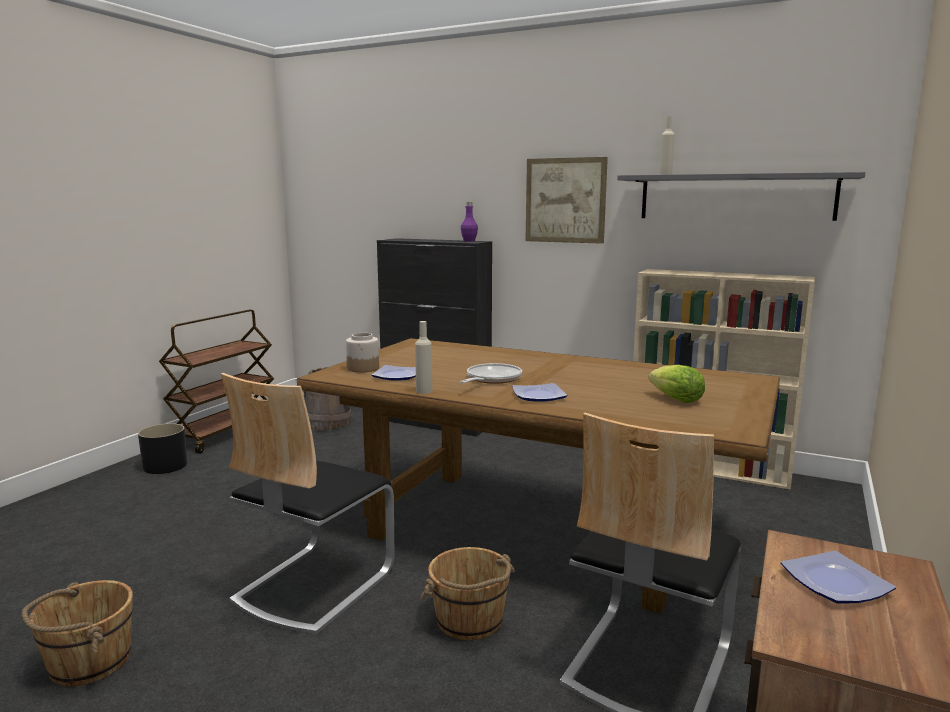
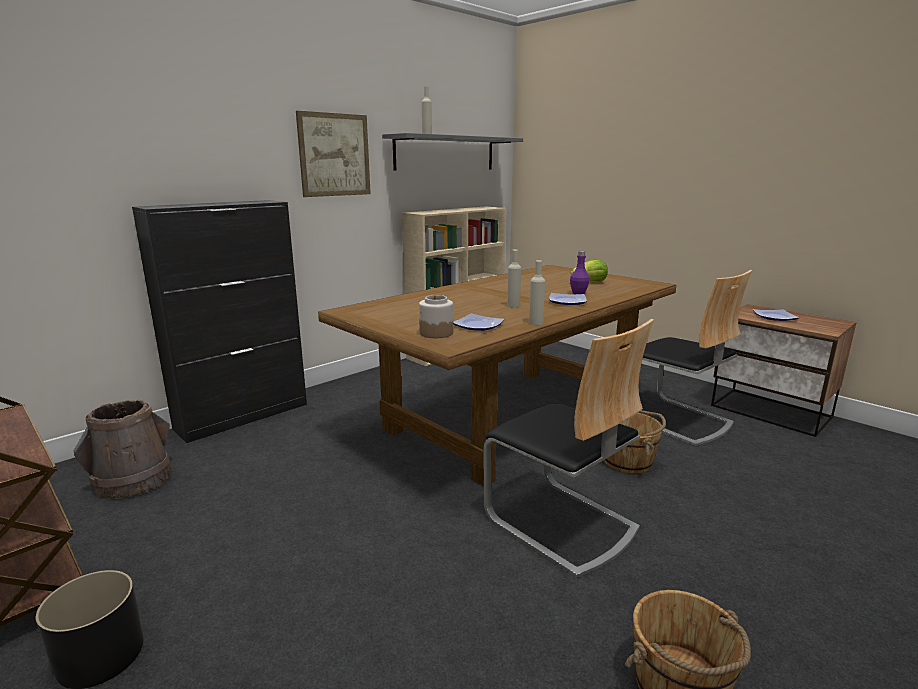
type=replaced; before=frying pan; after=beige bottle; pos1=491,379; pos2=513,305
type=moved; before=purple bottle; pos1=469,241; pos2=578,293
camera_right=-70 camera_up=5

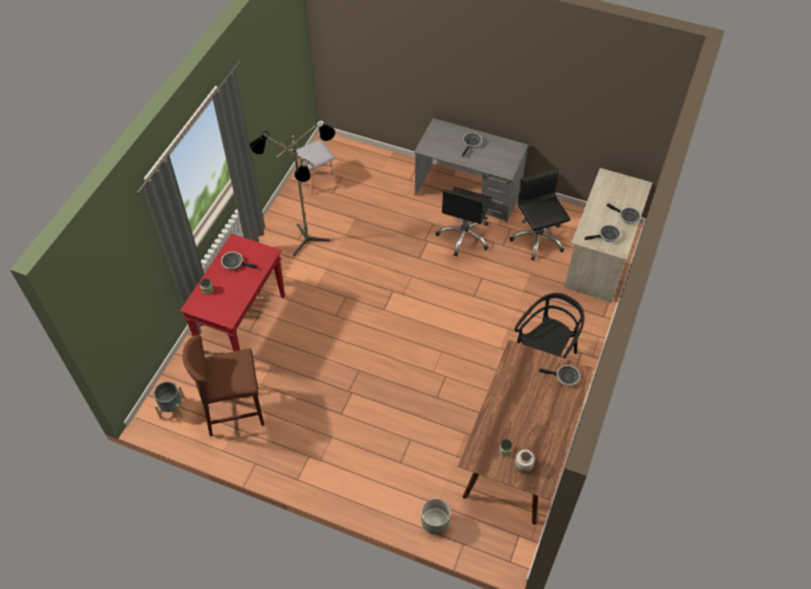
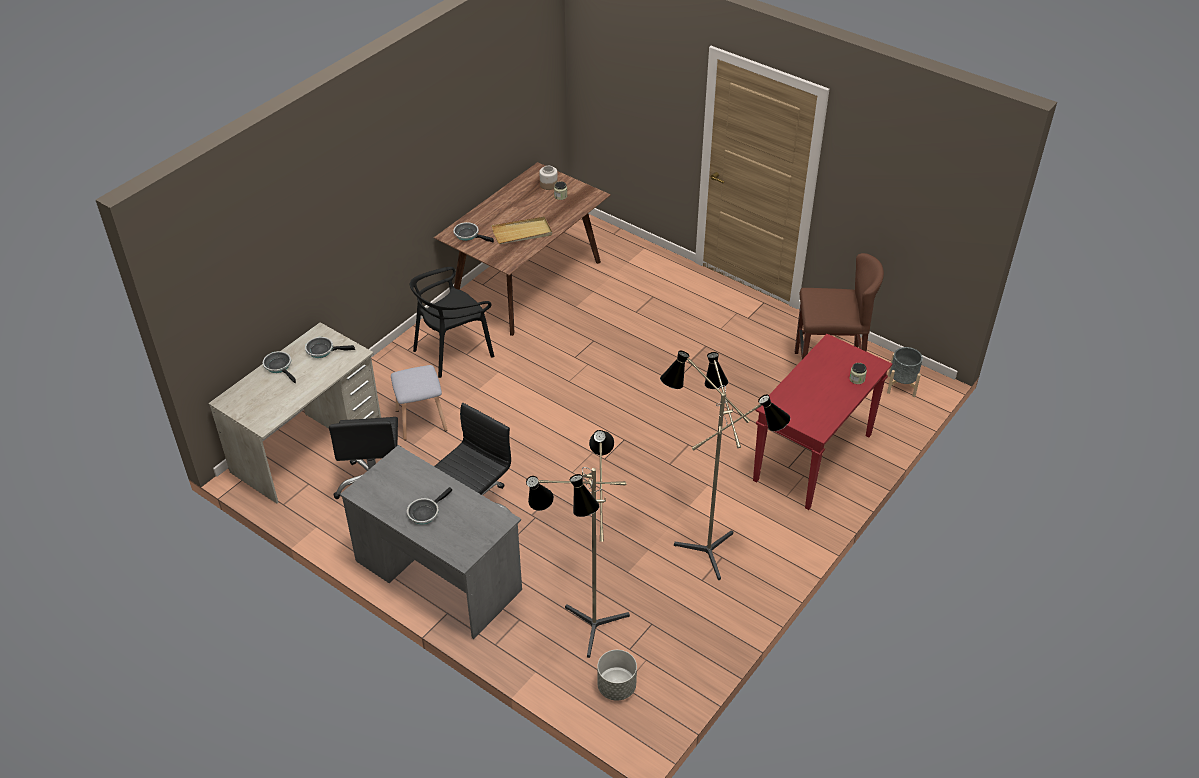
type=removed; before=frying pan; pos1=234,263
type=moved; before=grey stool; pos1=317,178; pos2=420,421
type=moved; before=grey planter; pos1=435,522; pos2=617,687
type=added; after=beige tray; pos2=522,233
type=added; after=floor lamp; pos2=586,626
camera_right=-165 camera_up=-10

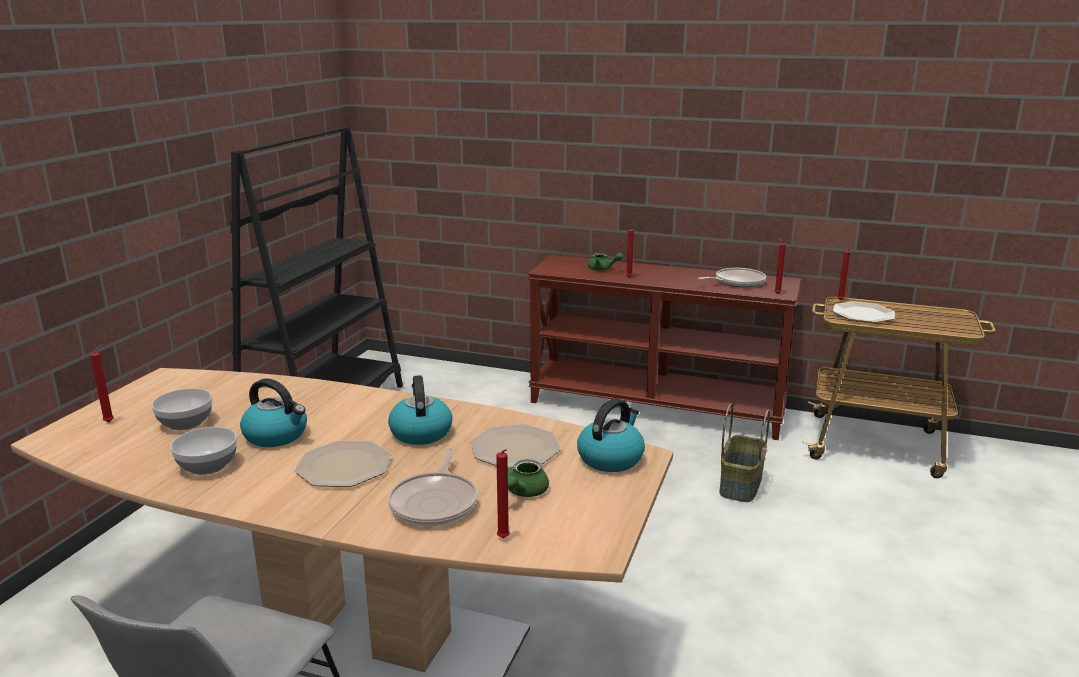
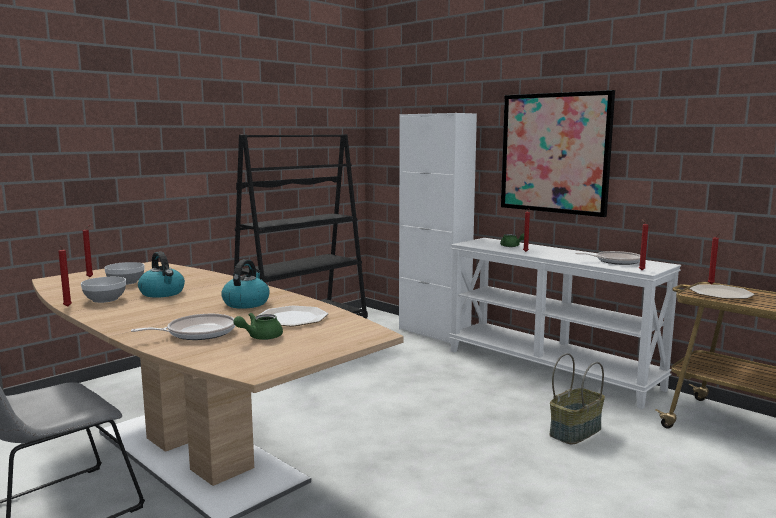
type=removed; before=plate; pos1=344,465
type=turned; before=frying pan; pos1=435,503; pos2=197,333; turn=-150
type=moved; before=red candle; pos1=504,539; pos2=67,307
type=recoloured; before=brown console table; after=white console table; pos1=657,406; pos2=551,369
type=removed; before=kettle; pos1=610,458
type=added; after=white cabinet; pos2=434,333
type=added; after=picture; pos2=554,153
camera_right=25 camera_up=-10

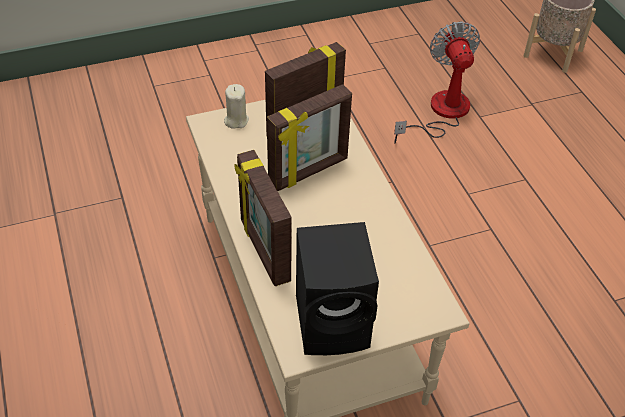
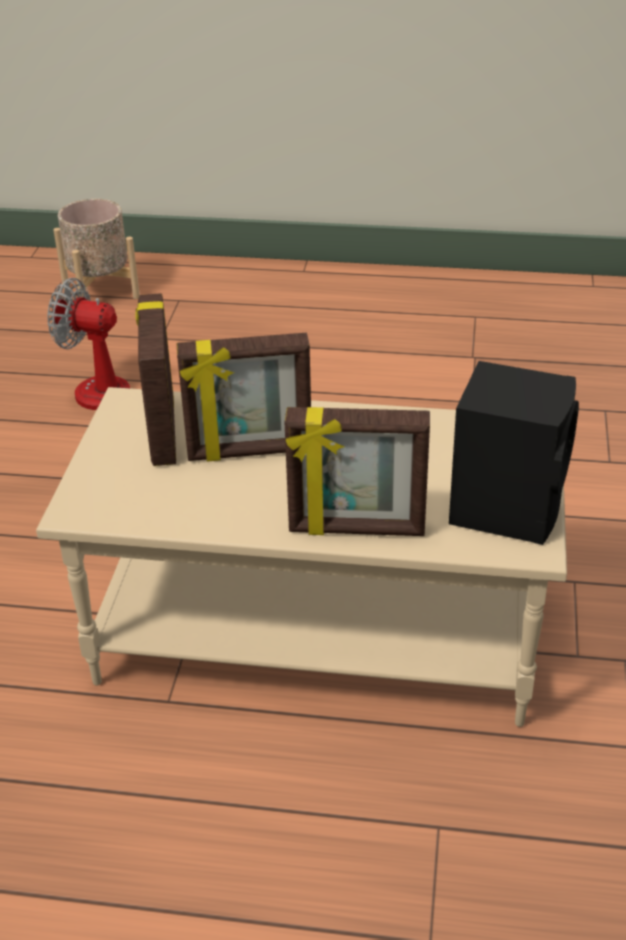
type=removed; before=beige candle; pos1=236,120
type=turned; before=picture frame; pos1=309,172; pos2=249,452; turn=90
camera_right=-60 camera_up=-10

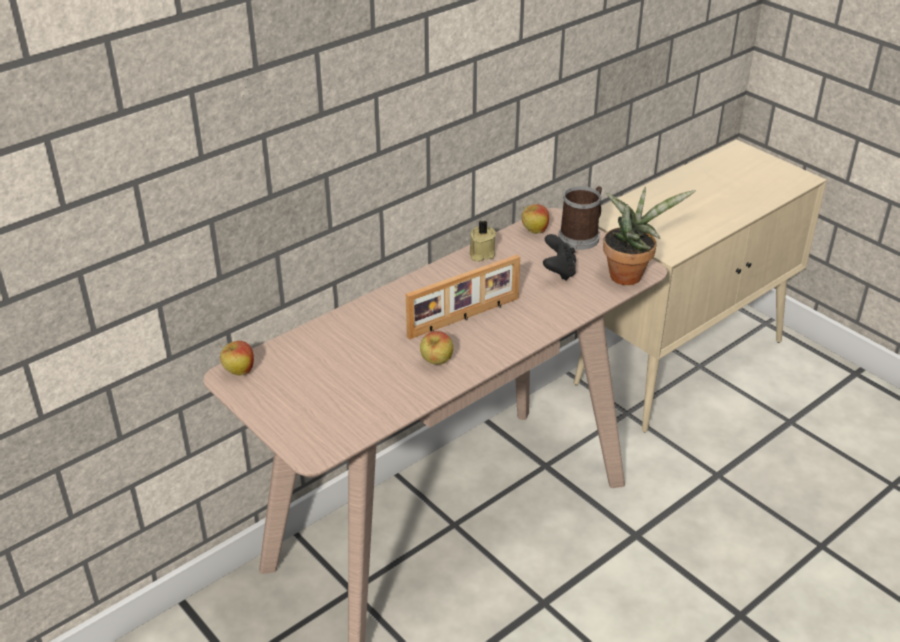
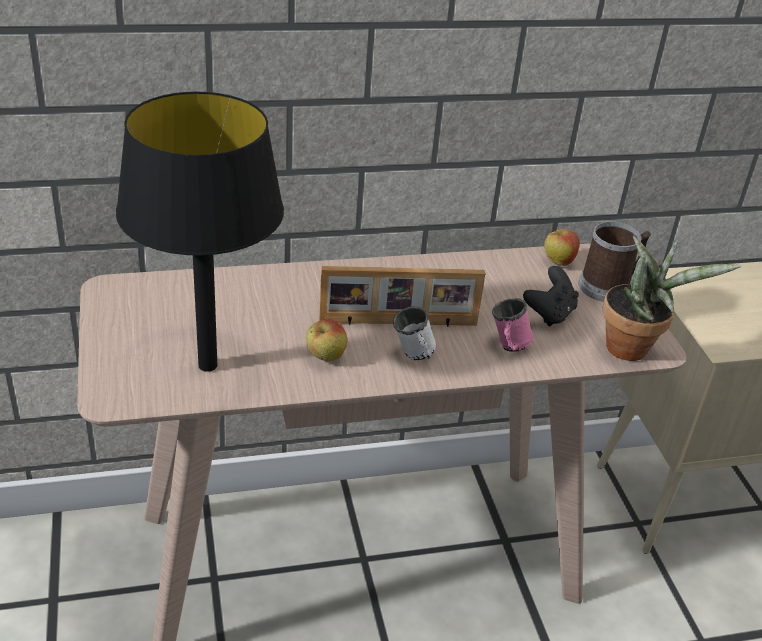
type=removed; before=apple; pos1=239,372
type=removed; before=beige candle; pos1=481,254
type=added; after=black table lamp; pos2=207,365
type=added; after=white mug; pos2=414,357
type=added; after=pink mug; pos2=508,348
camera_right=25 camera_up=0

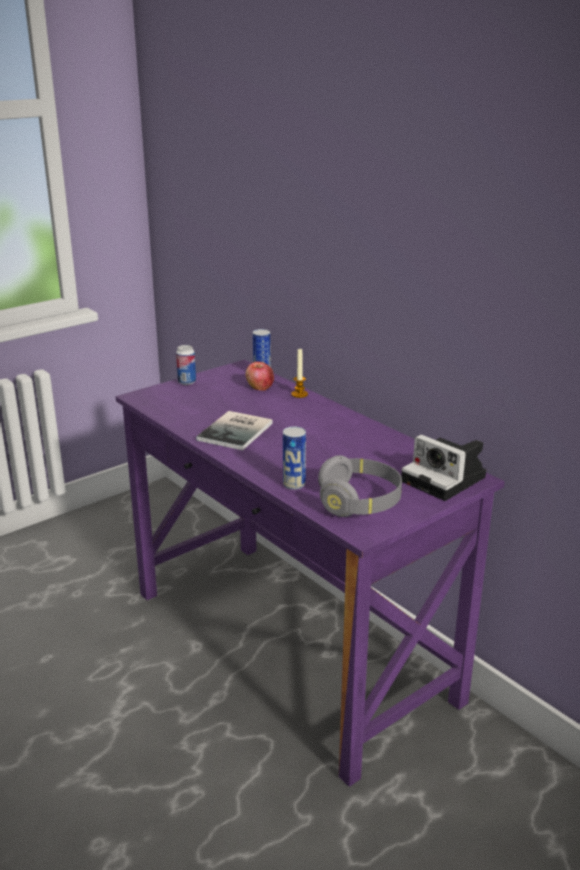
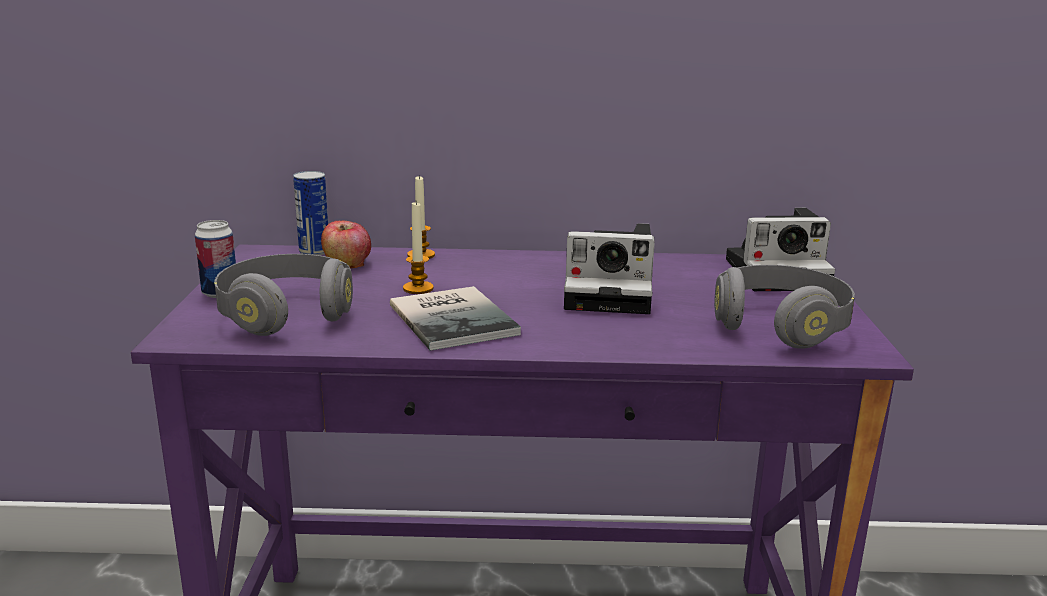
type=removed; before=can; pos1=294,484
type=added; after=grey headphones; pos2=286,314
type=added; after=candle; pos2=418,288
type=added; after=photo camera; pos2=612,292
camera_right=-50 camera_up=-5

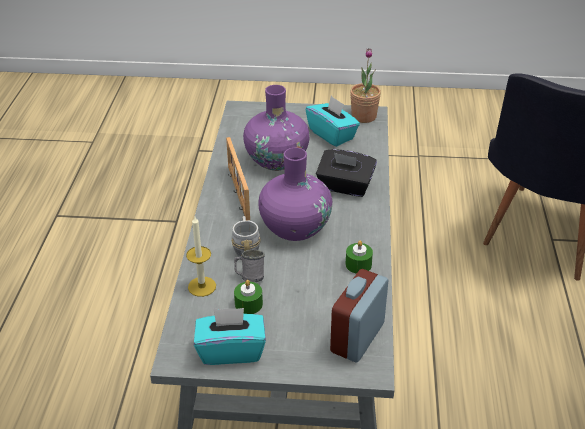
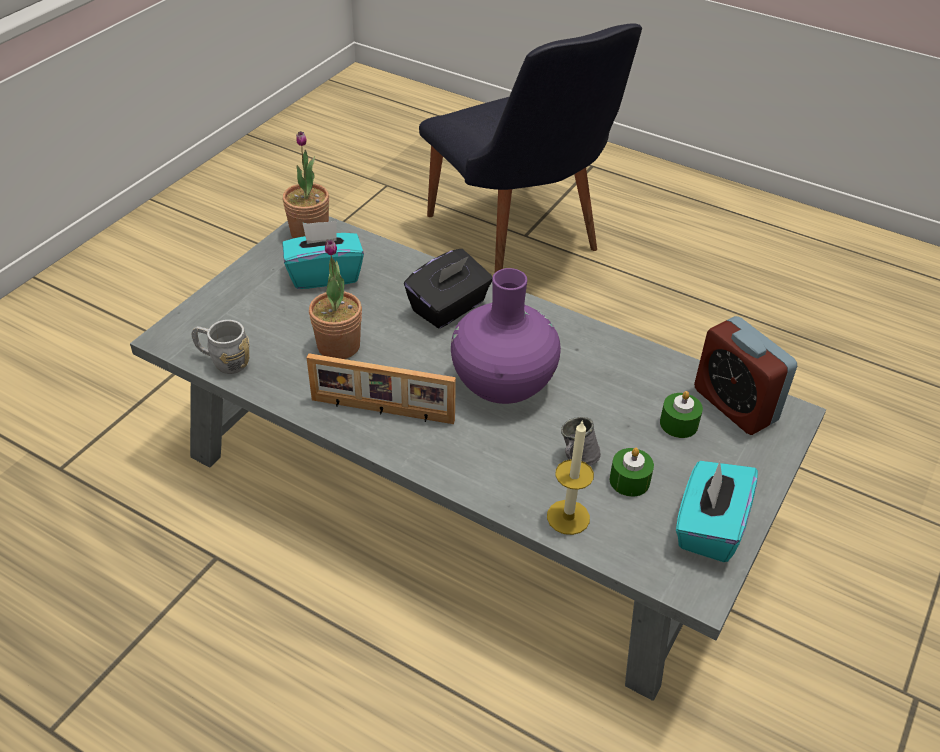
type=moved; before=grey mug; pos1=246,247; pos2=223,361
type=replaced; before=purple vase; after=potted plant; pos1=277,160; pos2=338,346
type=moved; before=green candle; pos1=358,264; pos2=678,424
camera_right=-65 camera_up=5

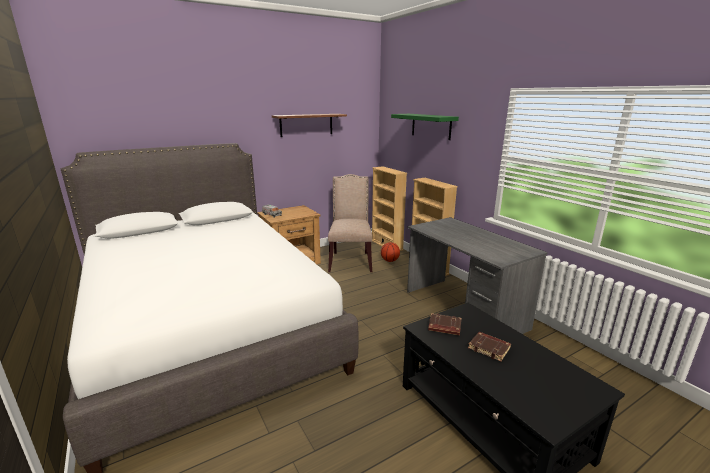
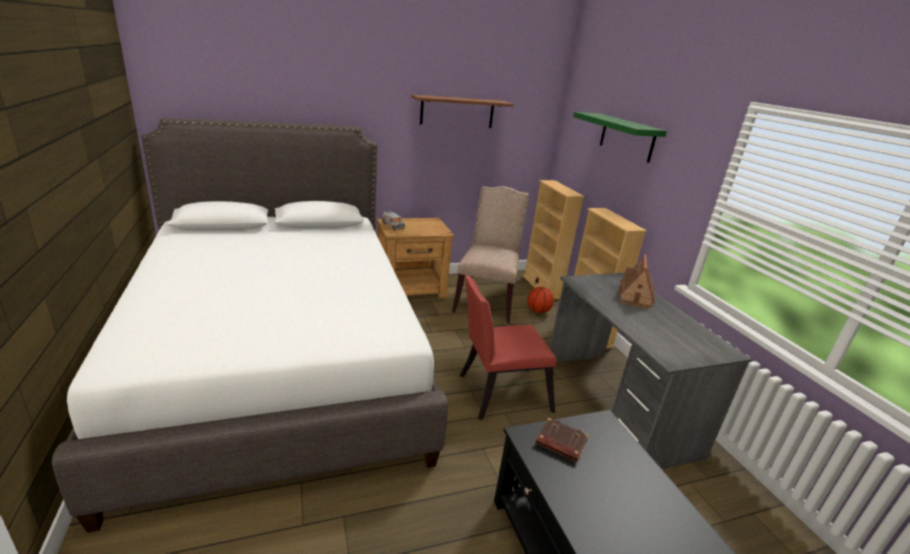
type=removed; before=brown book; pos1=489,348
type=added; after=red chair; pos2=498,392
type=added; after=toy house; pos2=635,296
camera_right=10 camera_up=5

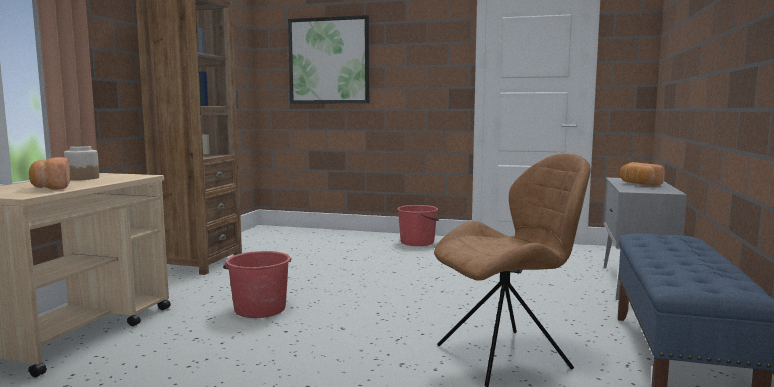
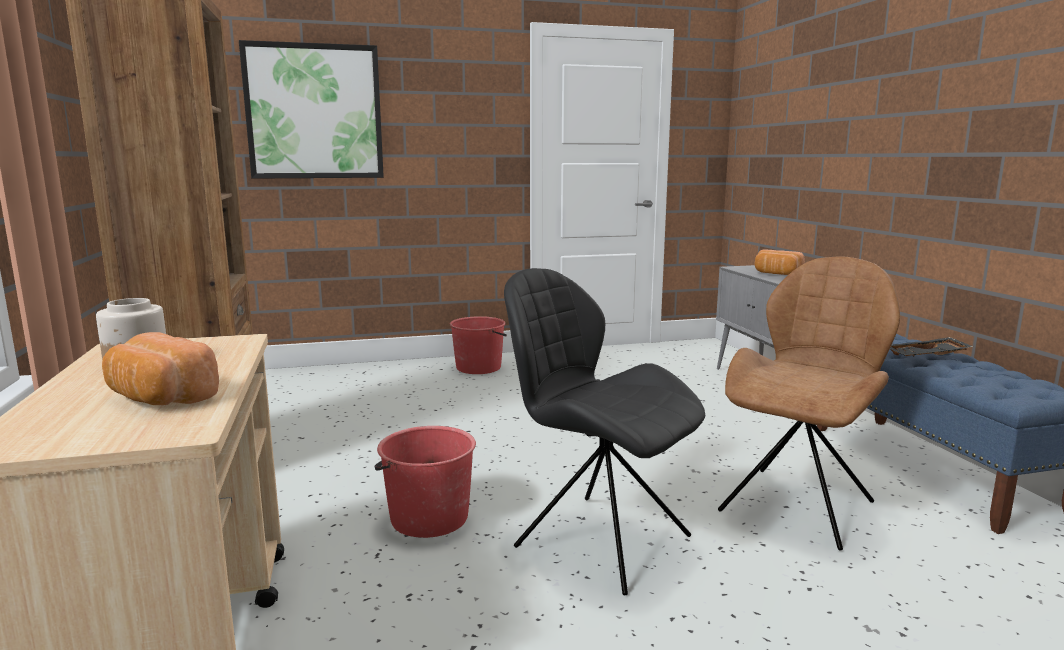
type=added; after=black chair; pos2=597,539
type=added; after=black tray; pos2=927,356
camera_right=-30 camera_up=5

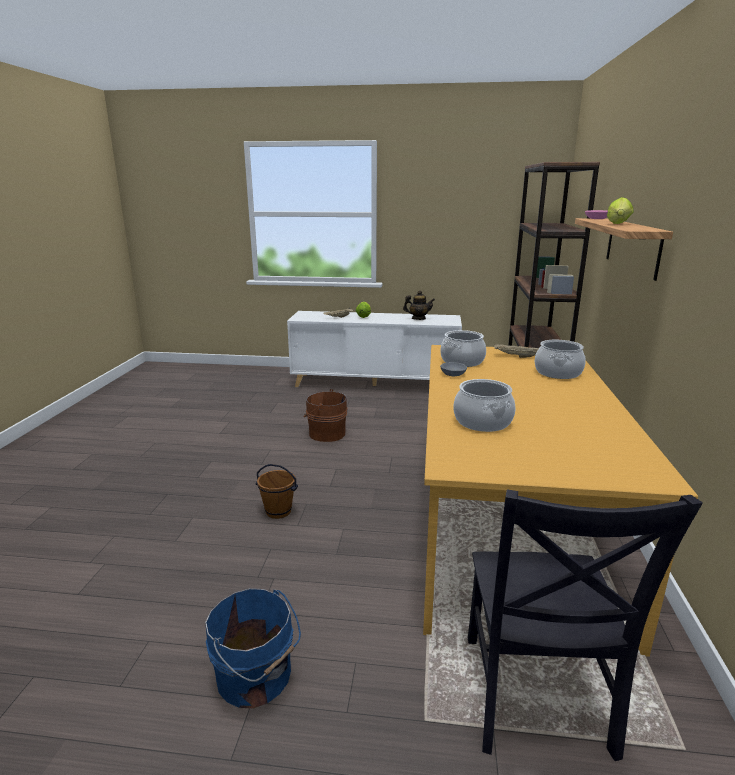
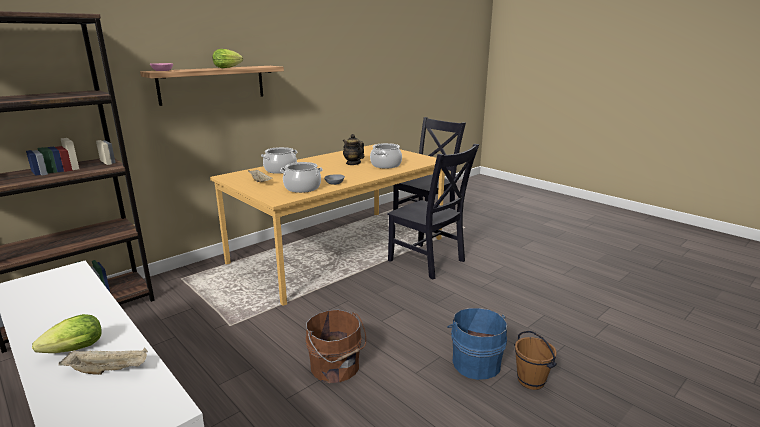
type=moved; before=blue bucket; pos1=256,678; pos2=475,362
type=moved; before=brown bucket; pos1=278,511; pos2=530,381
type=moved; before=teapot; pos1=418,319; pos2=353,163
type=added; after=black chair; pos2=428,262
camera_right=-140 camera_up=0

